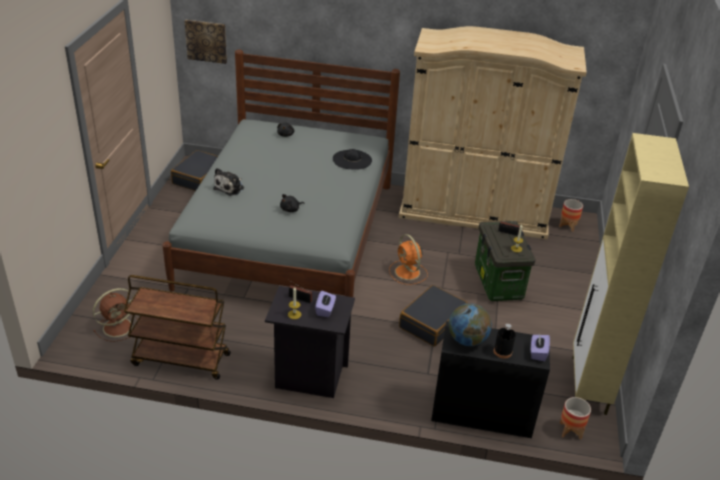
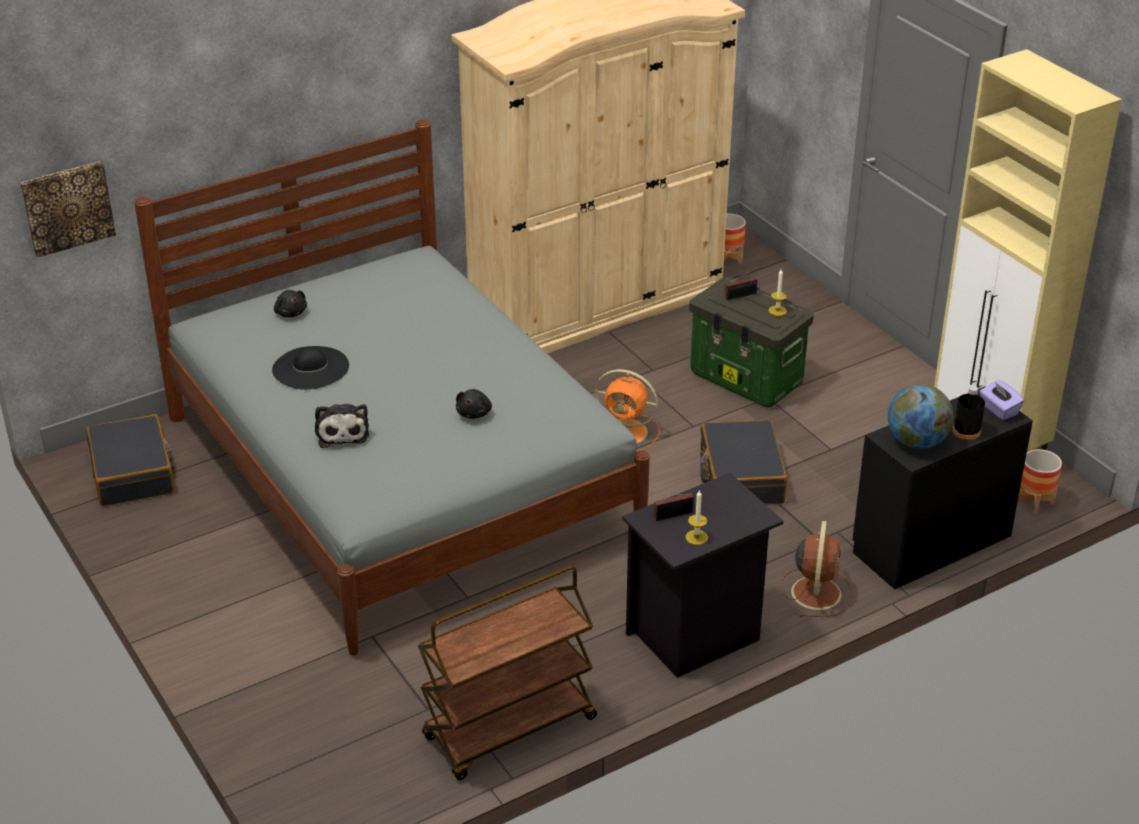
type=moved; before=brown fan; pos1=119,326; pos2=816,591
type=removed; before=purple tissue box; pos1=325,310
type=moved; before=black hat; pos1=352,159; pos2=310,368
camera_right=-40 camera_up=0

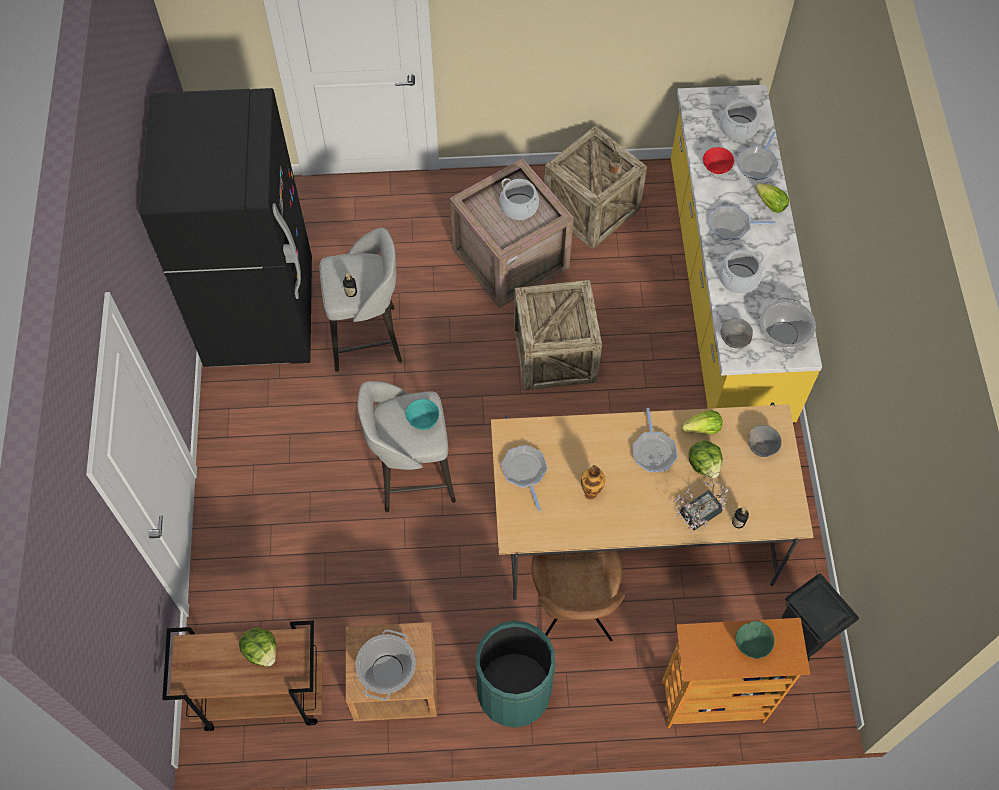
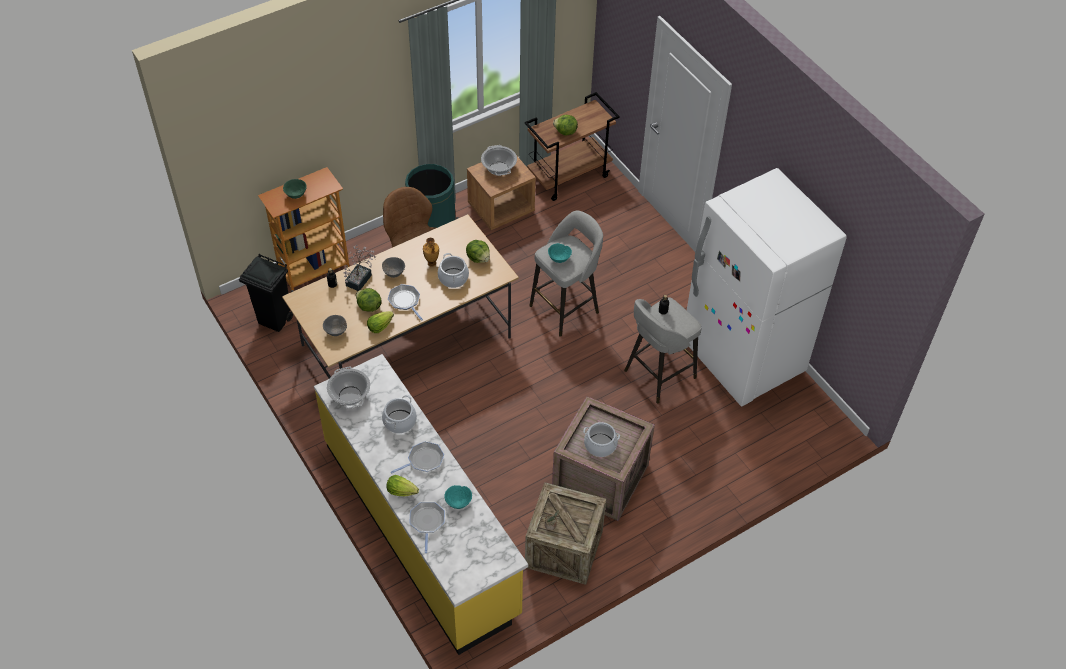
type=recoloured; before=black fridge; after=white fridge; pos1=260,314; pos2=742,358
type=replaced; before=frying pan; after=lettuce; pos1=525,472; pos2=478,258
type=removed; before=crate; pos1=554,354
type=recoloured; before=red bowl; after=turquoise bowl; pos1=716,168; pos2=458,502
type=moved; before=cooking pot; pos1=738,128; pos2=453,278
type=moved; before=grey bowl; pos1=734,340; pos2=393,273
camera_right=150 camera_up=-10

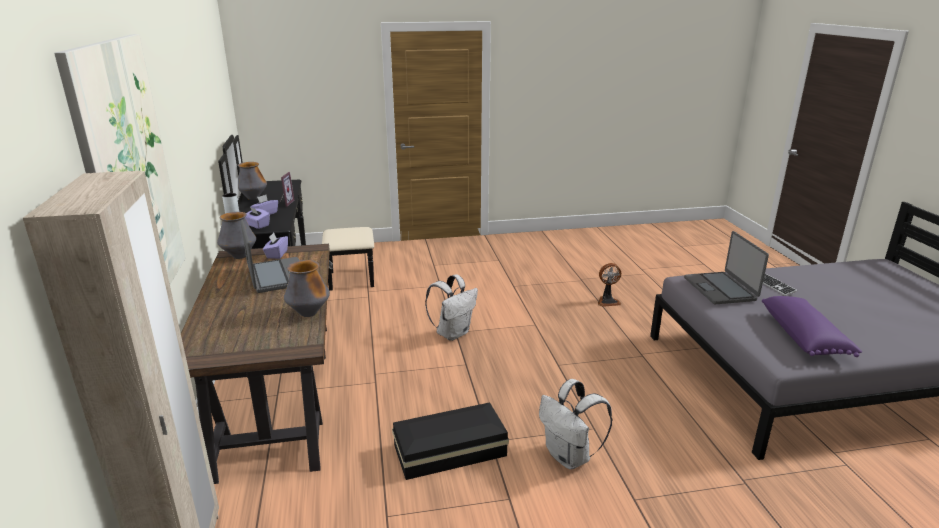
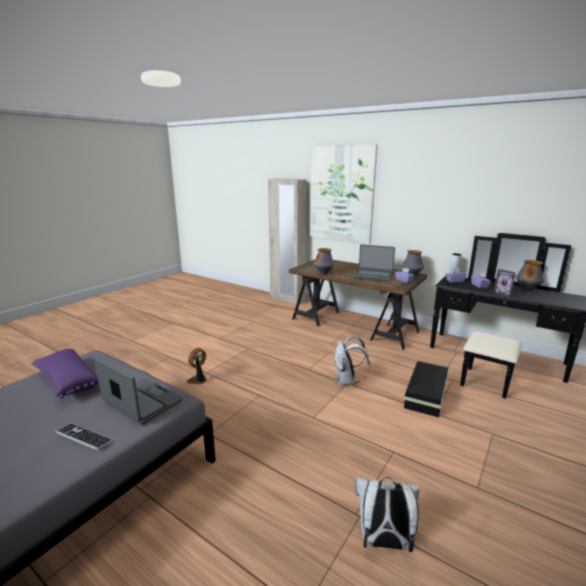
type=moved; before=black storage box; pos1=452,451; pos2=425,395
type=moved; before=white backpack; pos1=570,457; pos2=383,542
type=moved; before=fan; pos1=607,301; pos2=198,380
camera_right=135 camera_up=-5

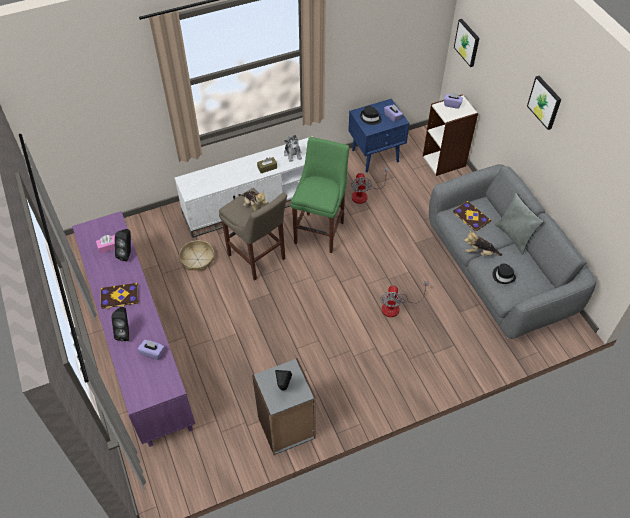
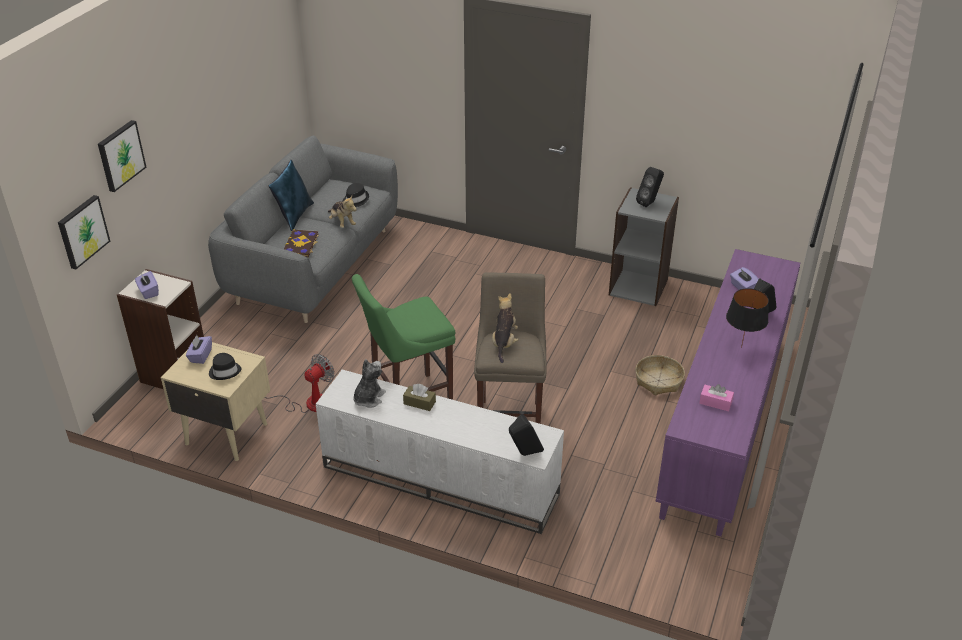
type=replaced; before=book; after=black table lamp; pos1=119,297; pos2=741,347
type=moved; before=black speaker; pos1=127,254; pos2=524,454
type=moved; before=basket; pos1=197,259; pos2=658,380
type=recoloured; before=blue nightstand; after=beige nightstand; pos1=376,156; pos2=225,433
type=removed; before=fan; pos1=396,306
type=recoloured; before=grey pillow; after=blue pillow; pos1=514,236; pos2=294,216
type=moved; before=picture; pos1=545,102; pos2=120,155
camera_right=-135 camera_up=-15

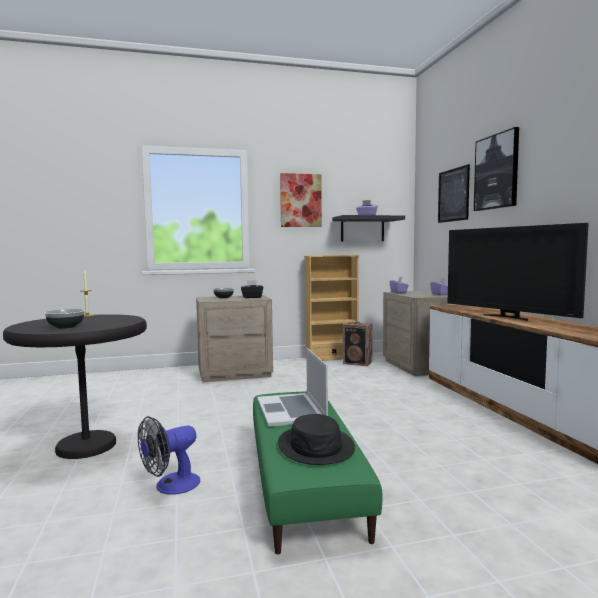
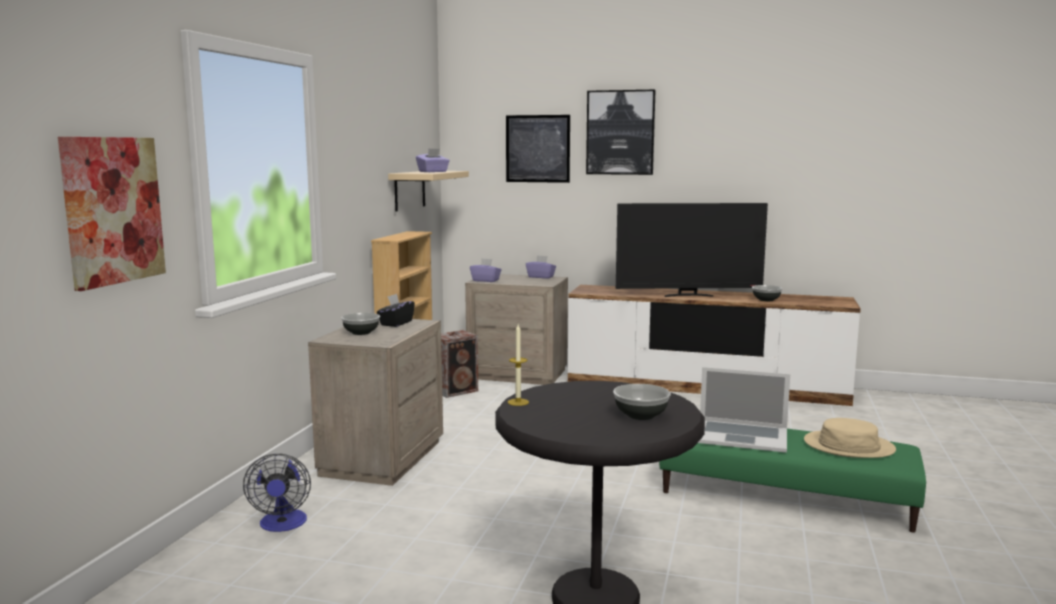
type=moved; before=fan; pos1=170,486; pos2=282,525
type=recoloured; before=black hat; after=beige hat; pos1=316,446; pos2=848,446
type=moved; before=picture; pos1=300,200; pos2=113,210
type=recoloured; before=black shelf; after=beige shelf; pos1=362,229; pos2=409,190
type=added; after=bowl; pos2=766,300
camera_right=-60 camera_up=5

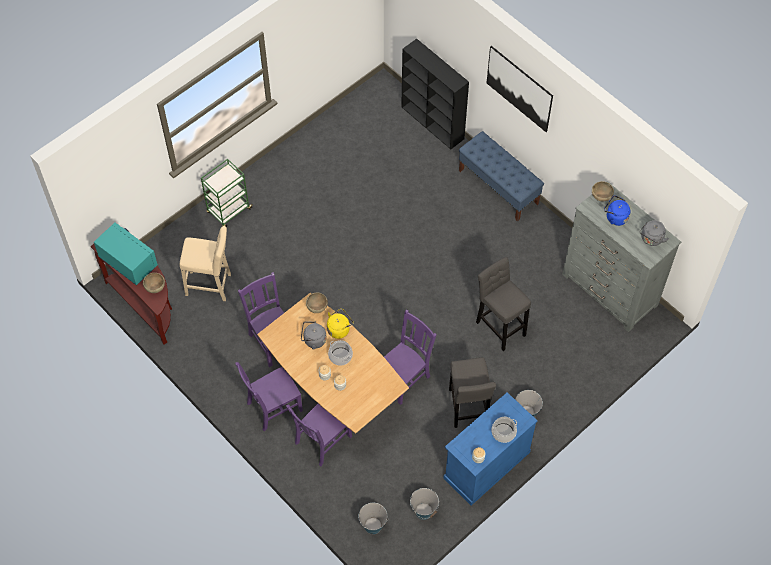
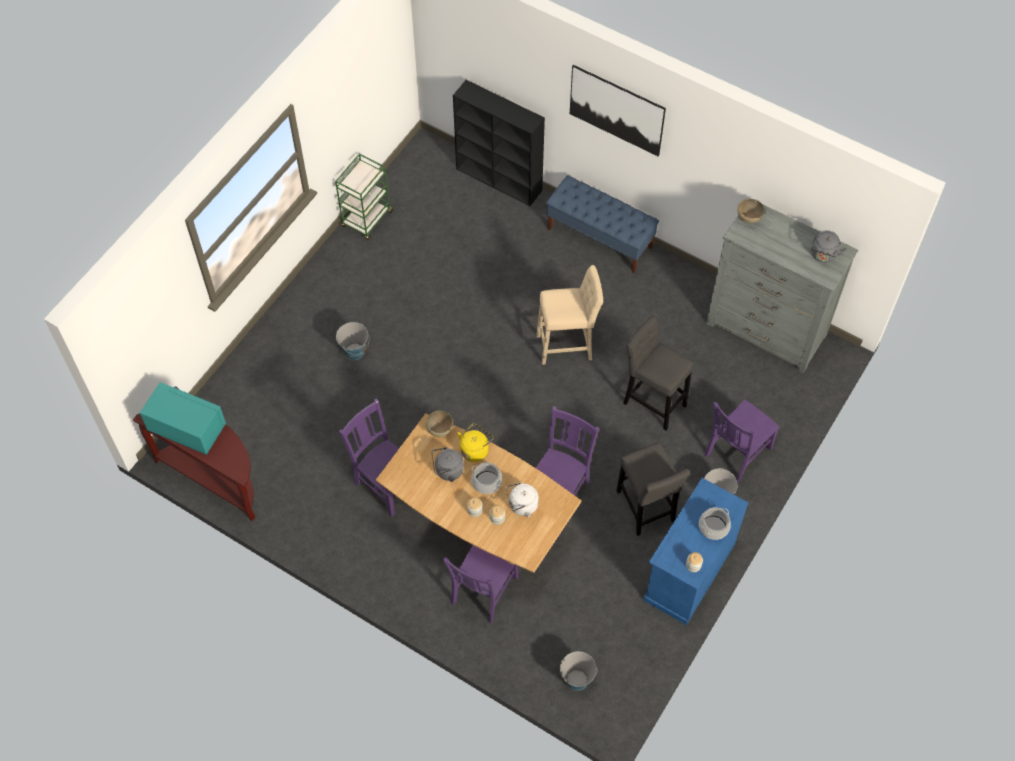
type=removed; before=brown bowl; pos1=155,288
type=moved; before=beige stool; pos1=211,286; pos2=567,346
type=moved; before=green cart; pos1=229,211; pos2=367,220
type=moved; before=purple chair; pos1=272,407; pos2=736,453
type=moved; before=bucket; pos1=423,511; pos2=355,351
type=removed; before=blue kettle; pos1=615,217
type=added; after=white kettle; pos2=521,505
camera_right=-15 camera_up=0

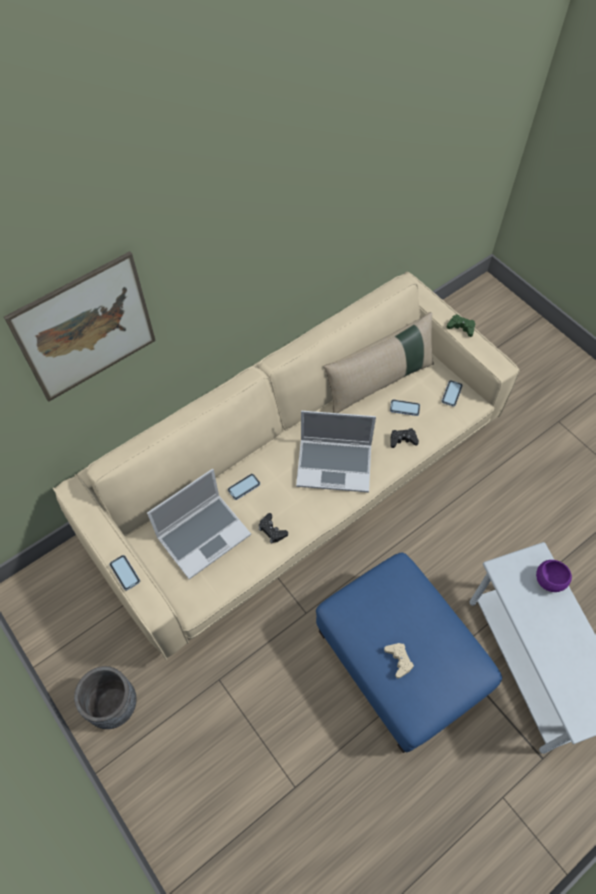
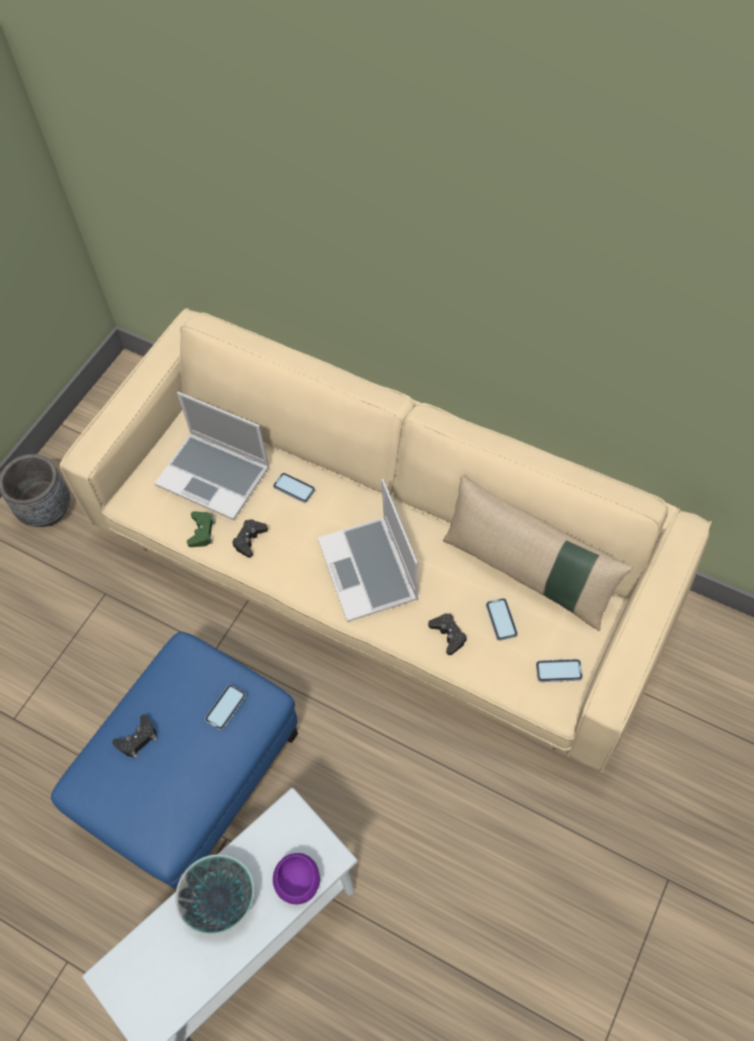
type=removed; before=picture; pos1=86,328
type=moved; before=phone; pos1=125,573; pos2=226,707
type=recoloured; before=beige game controller; after=black game controller; pos1=399,660; pos2=138,739
type=moved; before=green game controller; pos1=461,327; pos2=202,531
type=added; after=bowl; pos2=221,900
camera_right=70 camera_up=0

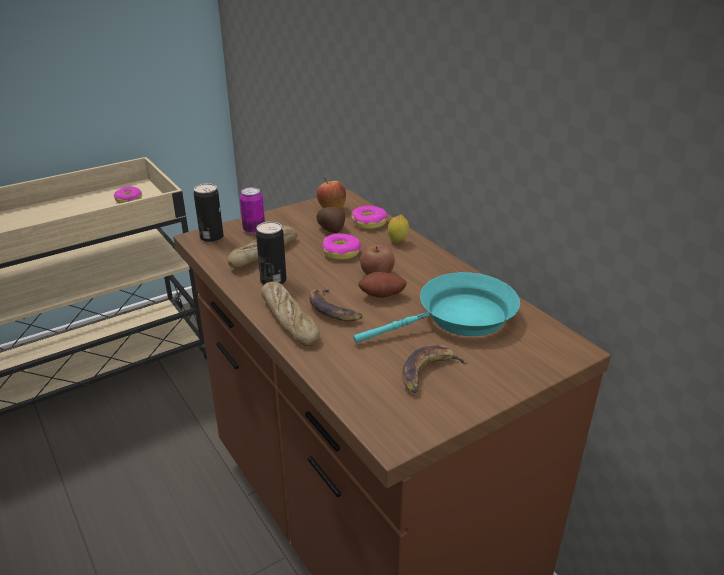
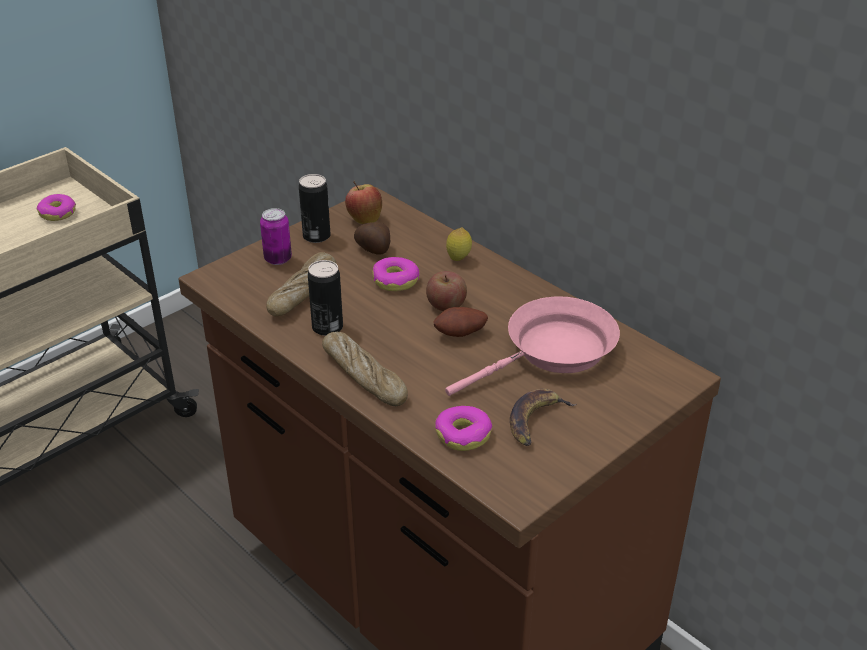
type=moved; before=can; pos1=211,237; pos2=316,236
type=removed; before=banana; pos1=333,309
type=moved; before=donut; pos1=369,223; pos2=463,435
type=recoloured; before=turquoise frying pan; after=pink frying pan; pos1=459,318; pos2=553,352
camera_right=-10 camera_up=5

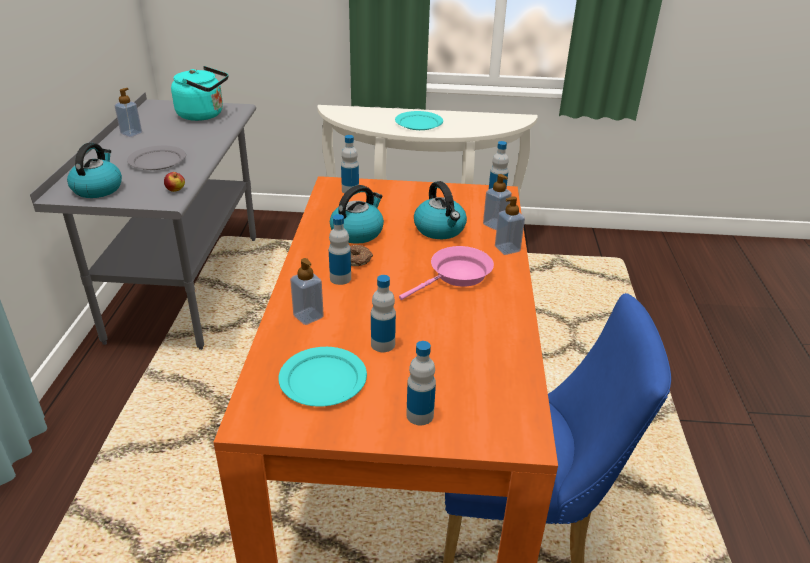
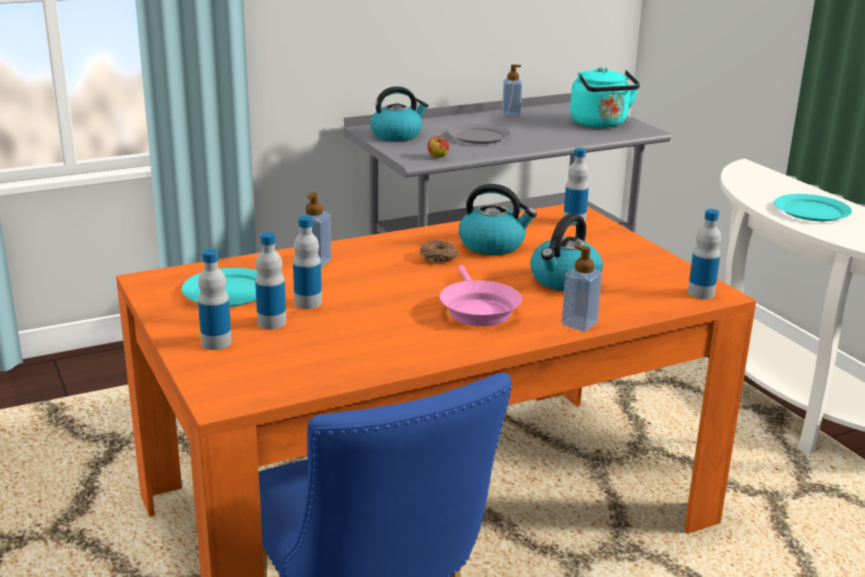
type=moved; before=bottle; pos1=340,278; pos2=271,323
type=turned; before=pink frying pan; pos1=456,276; pos2=477,309; turn=60
type=removed; before=soap dispenser; pos1=495,224
camera_right=60 camera_up=-10

